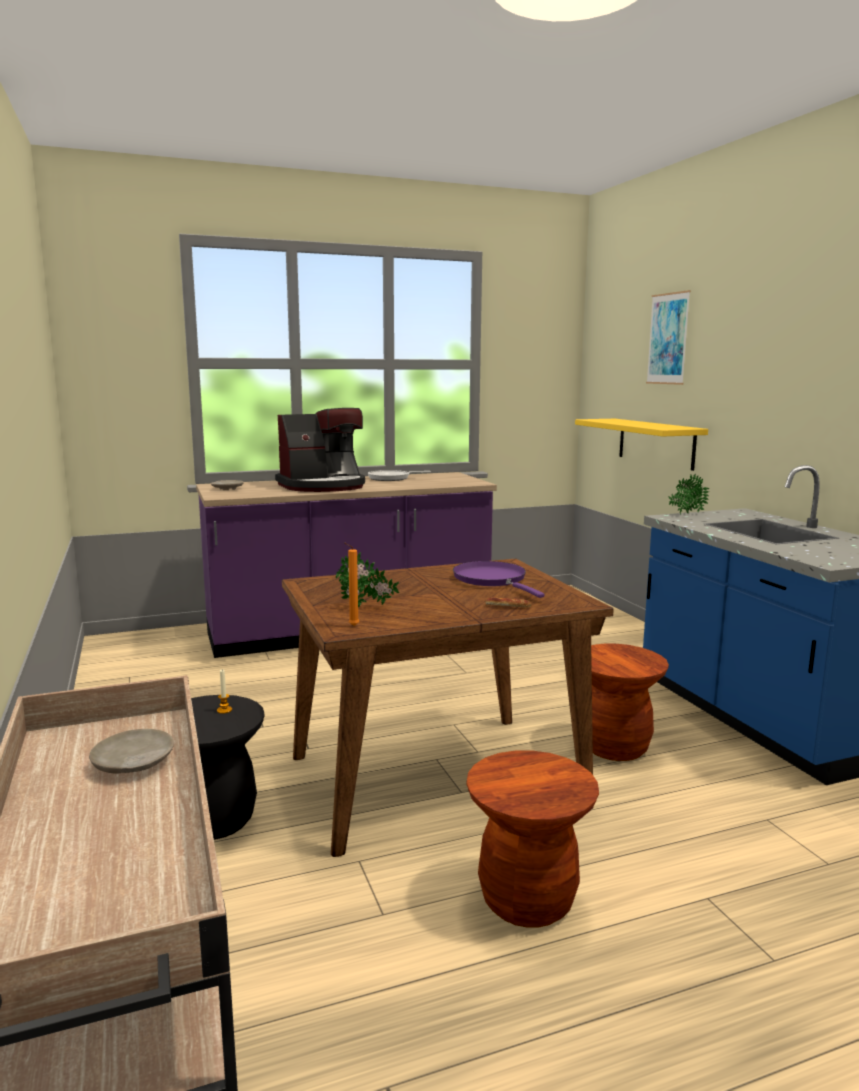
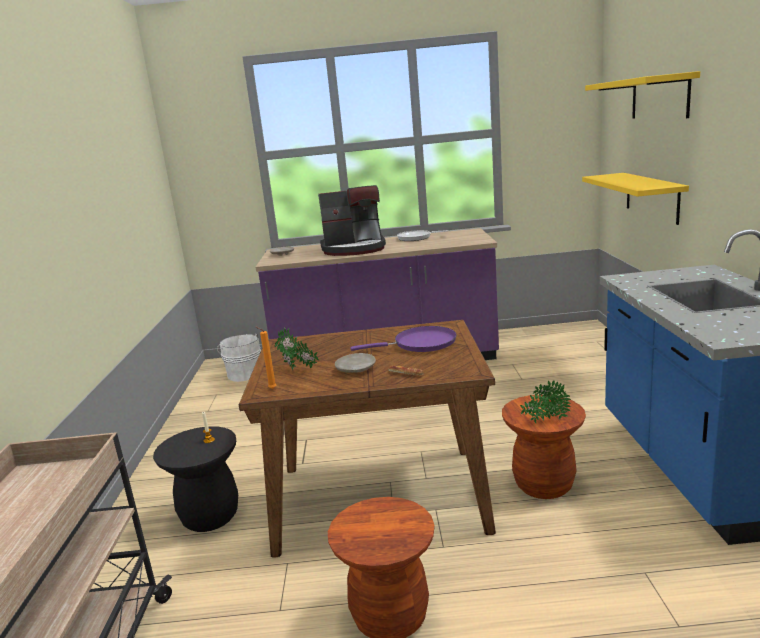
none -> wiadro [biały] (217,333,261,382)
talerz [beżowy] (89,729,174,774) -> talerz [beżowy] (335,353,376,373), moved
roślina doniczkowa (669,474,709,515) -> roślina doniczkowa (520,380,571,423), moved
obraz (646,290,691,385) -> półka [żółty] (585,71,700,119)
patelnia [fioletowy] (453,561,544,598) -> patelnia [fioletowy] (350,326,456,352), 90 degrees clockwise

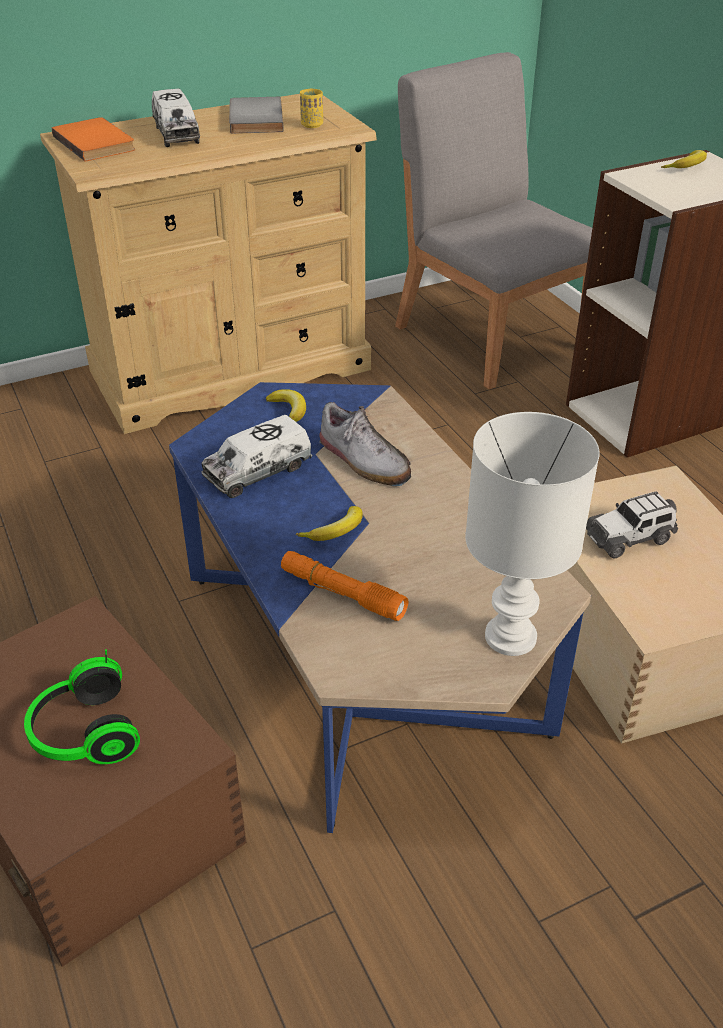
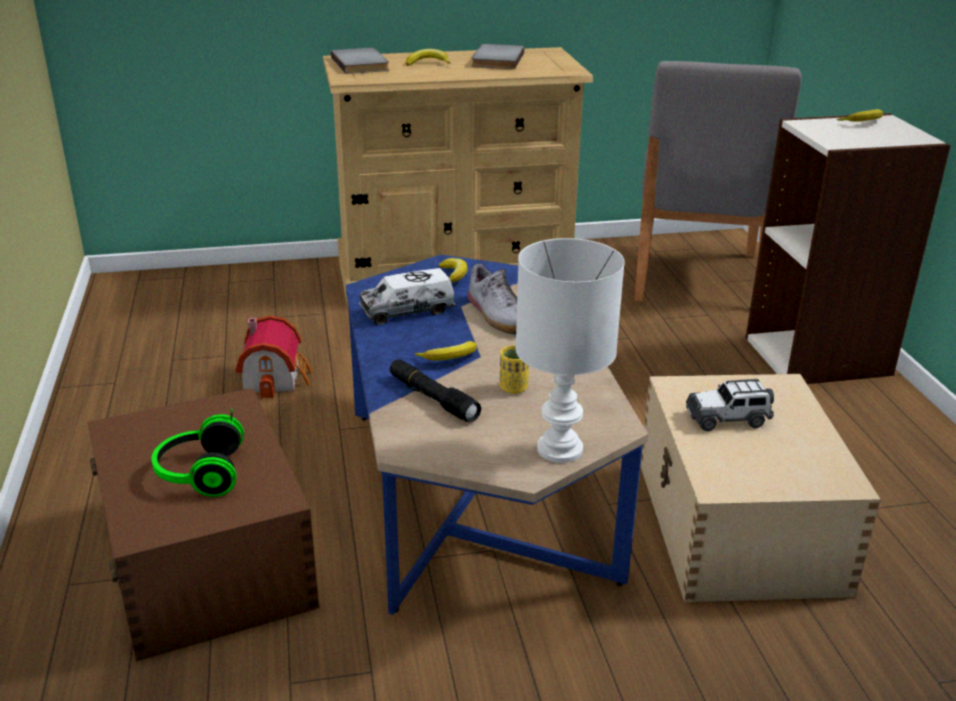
none -> domek (236,315,312,399)
filiżanka [żółty] (300,89,323,128) -> filiżanka [żółty] (500,346,529,394), moved
ciężarówka zabawkowa (152,89,200,147) -> banan (406,49,450,66)
książka [pomarańczowy] (52,117,135,161) -> książka [szary] (331,47,389,74)
latarka [pomarańczowy] (281,551,408,621) -> latarka [czarny] (390,359,481,423)
krzesło [szary] (395,52,592,390) -> krzesło [szary] (634,61,802,302), 150 degrees counterclockwise

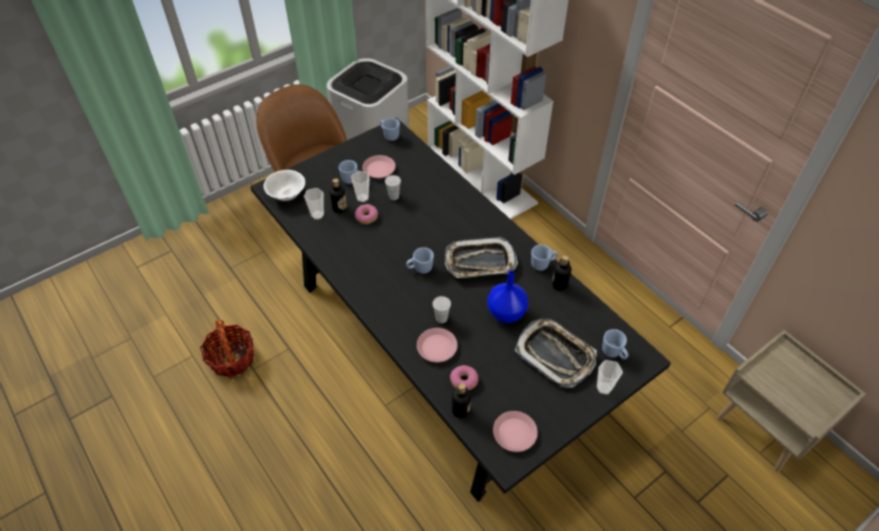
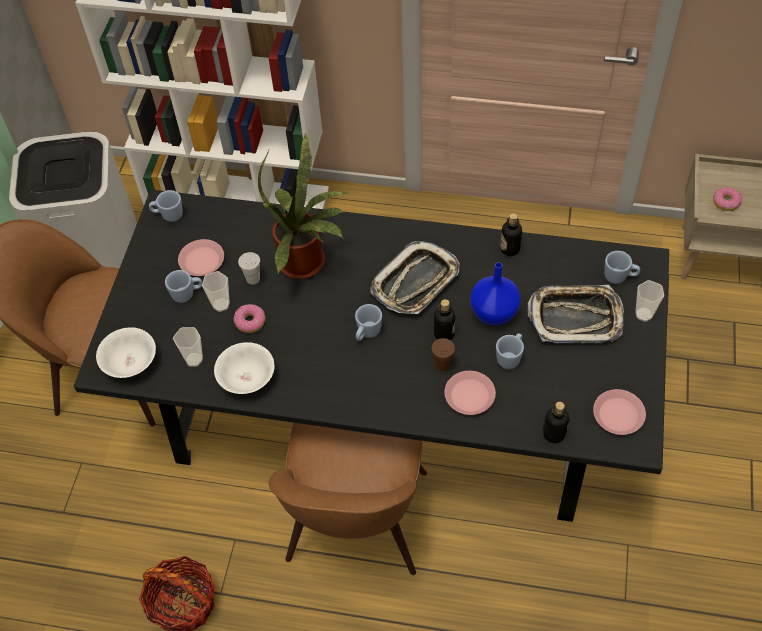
none -> miska [biały] (214,342,275,394)
none -> roślina doniczkowa (258,132,348,279)
none -> krzesło [brązowy] (268,423,427,575)
butelka (330,178,347,213) -> butelka (434,299,455,340), moved
donut (450,365,478,390) -> donut (713,187,742,211), moved
kubek [niebieski] (531,245,558,271) -> kubek [niebieski] (496,333,524,369), moved
filiżanka [biały] (432,296,451,323) -> filiżanka [brązowy] (431,338,455,371)

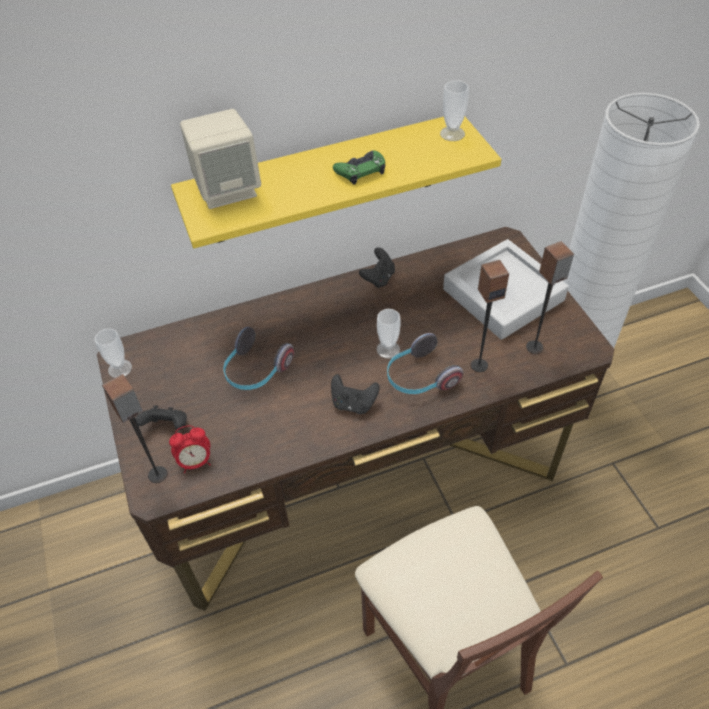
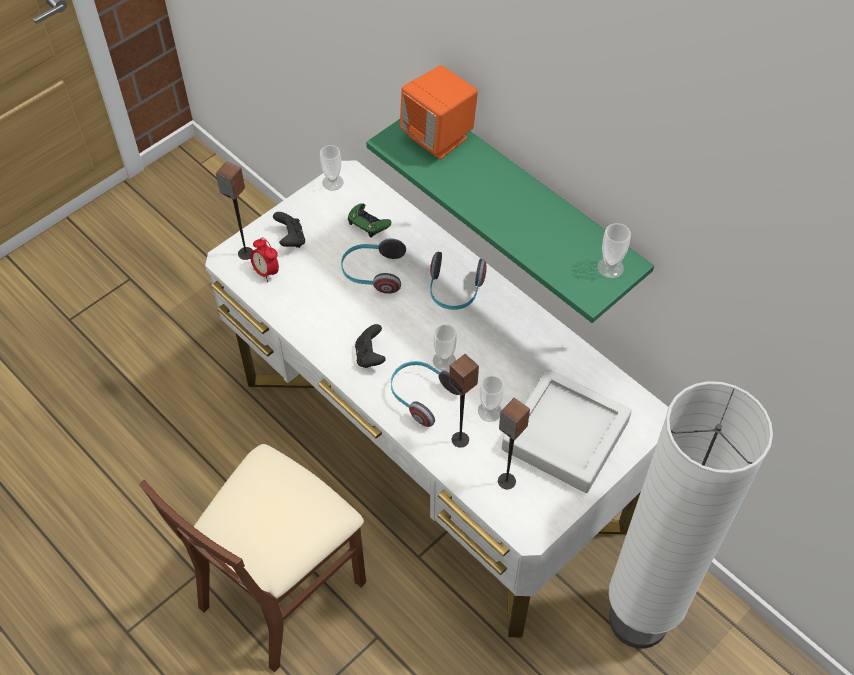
pad do gier [czarny] (359,247,395,288) -> none
none -> słuchawki (430,252,487,310)
none -> filiżanka (478,375,504,422)
pad do gier [zielony] (333,150,385,185) -> pad do gier [zielony] (348,203,391,237), moved
biurko [brązowy] (97,227,614,611) -> biurko [biały] (205,160,668,638)
półka [żółty] (171,116,501,248) -> półka [zielony] (366,119,654,323)
głośnik [beżowy] (180,109,261,209) -> głośnik [pomarańczowy] (400,65,478,159)

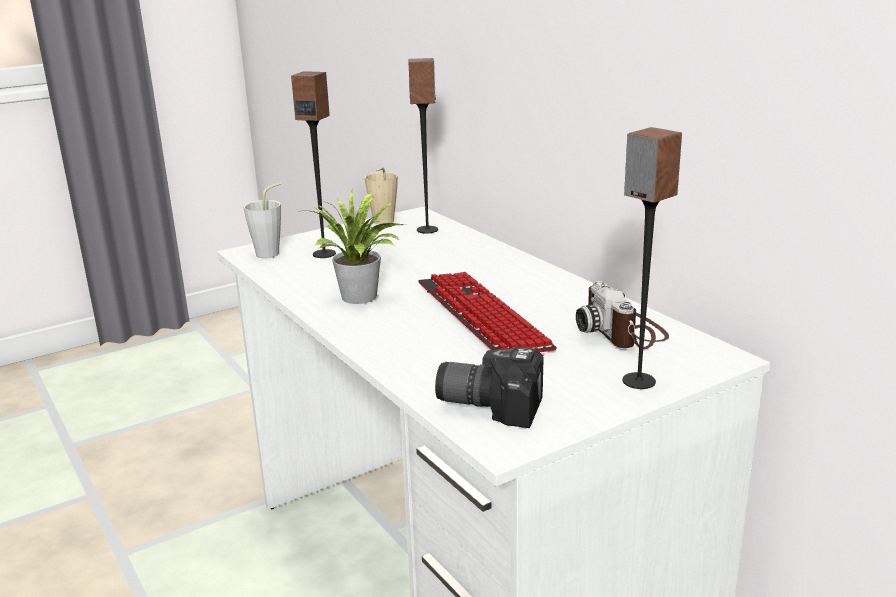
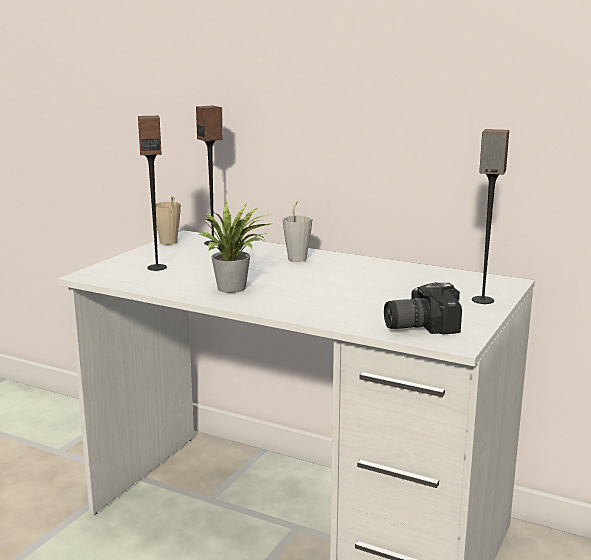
klawiatura (418,272,557,352) -> none
aparat fotograficzny (576,281,669,349) -> none
filiżanka [szary] (243,183,281,258) -> filiżanka [szary] (282,201,312,262), moved

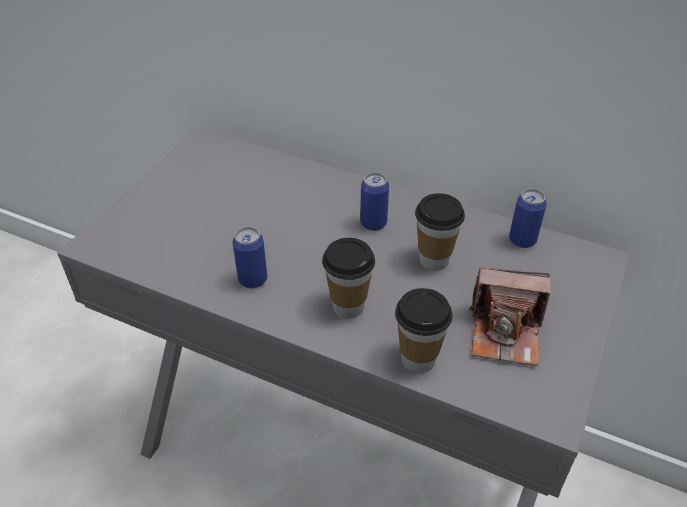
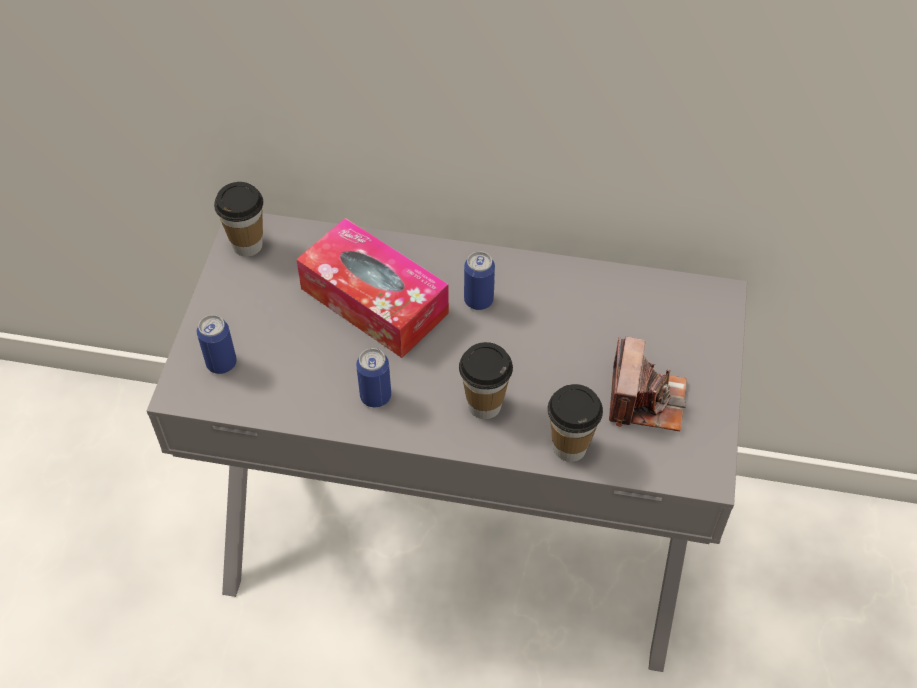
none -> pudełko chusteczek (296,218,449,358)
filiżanka (415,193,465,271) -> filiżanka (214,182,263,257), moved
puszka (509,188,547,248) -> puszka (197,315,237,374), moved
aparat fotograficzny (469,268,551,366) -> aparat fotograficzny (609,336,687,431), 75 degrees counterclockwise

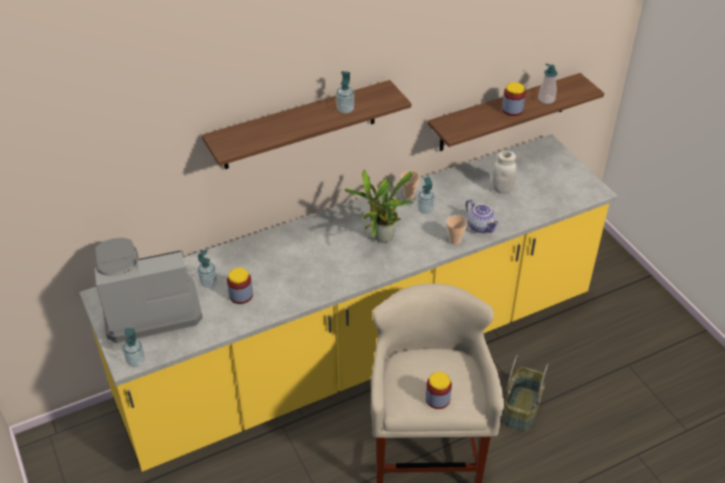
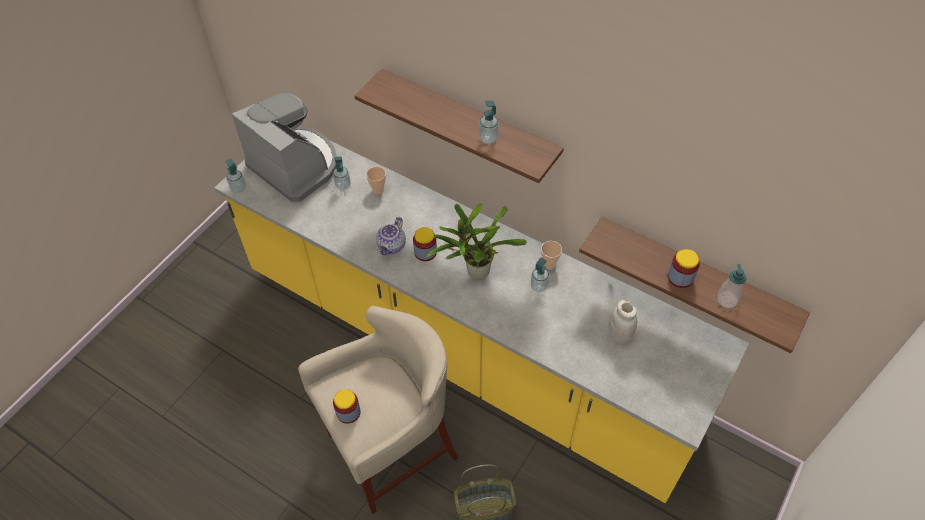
słoik (227,268,253,304) -> słoik (413,227,437,261), moved
filiżanka (447,215,467,245) -> filiżanka (366,167,386,195), moved
imbryk (466,200,499,233) -> imbryk (376,217,406,255), moved

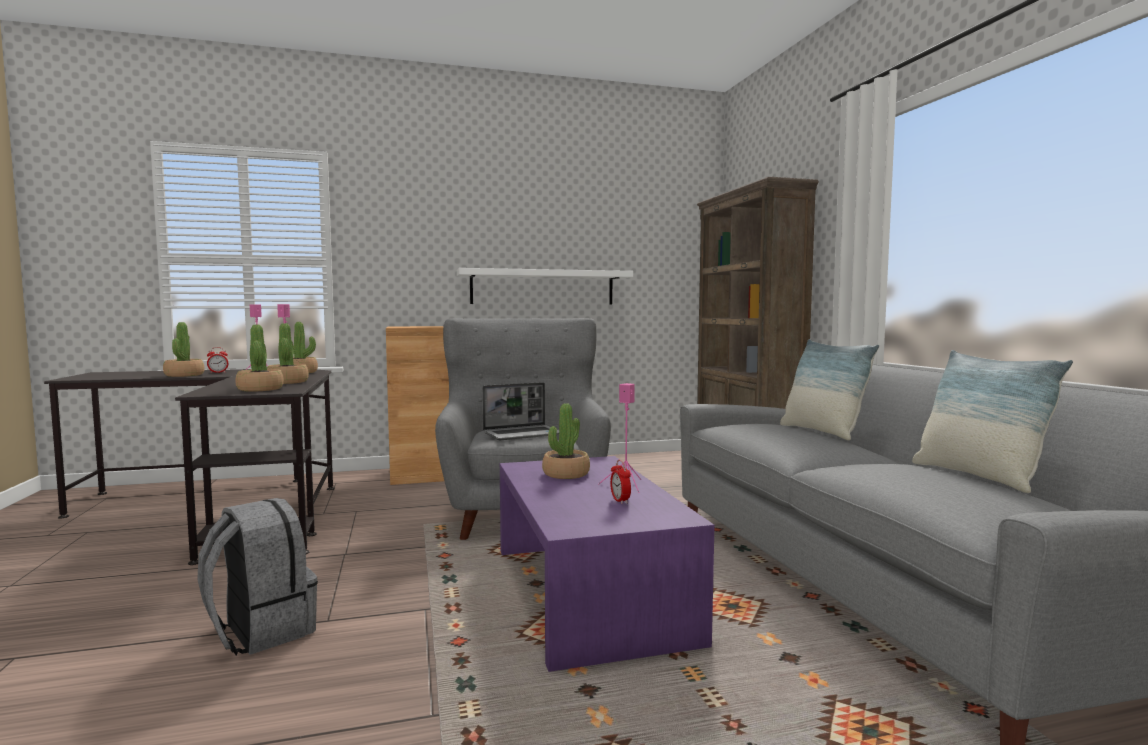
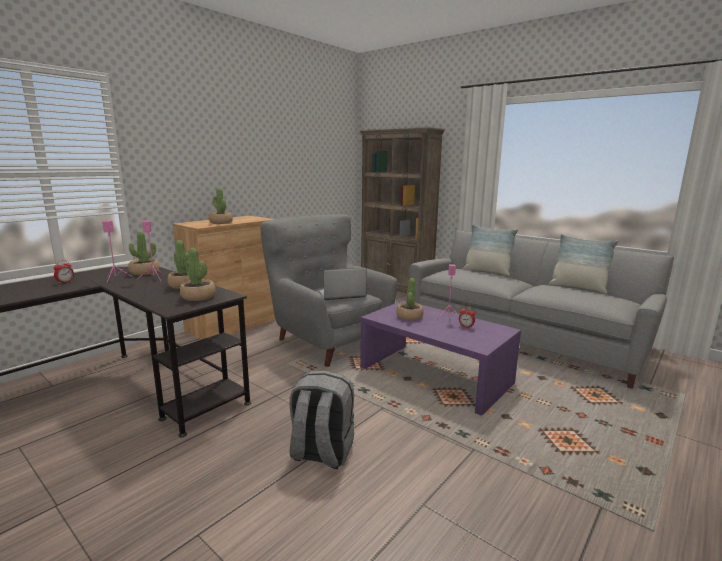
półka [biały] (457,268,633,305) -> none
roślina doniczkowa (163,322,205,377) -> roślina doniczkowa (209,188,233,224), moved
laptop (482,382,559,440) -> laptop (319,268,367,300), 135 degrees counterclockwise

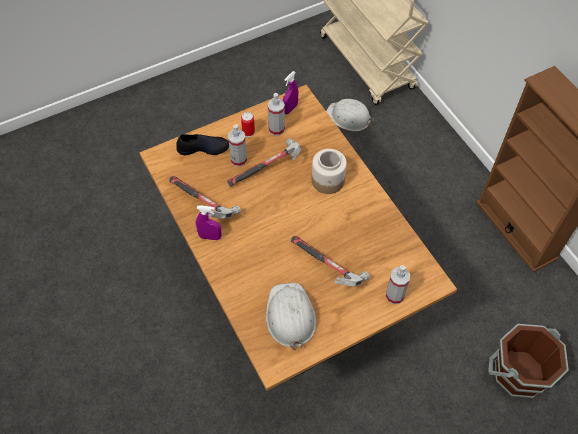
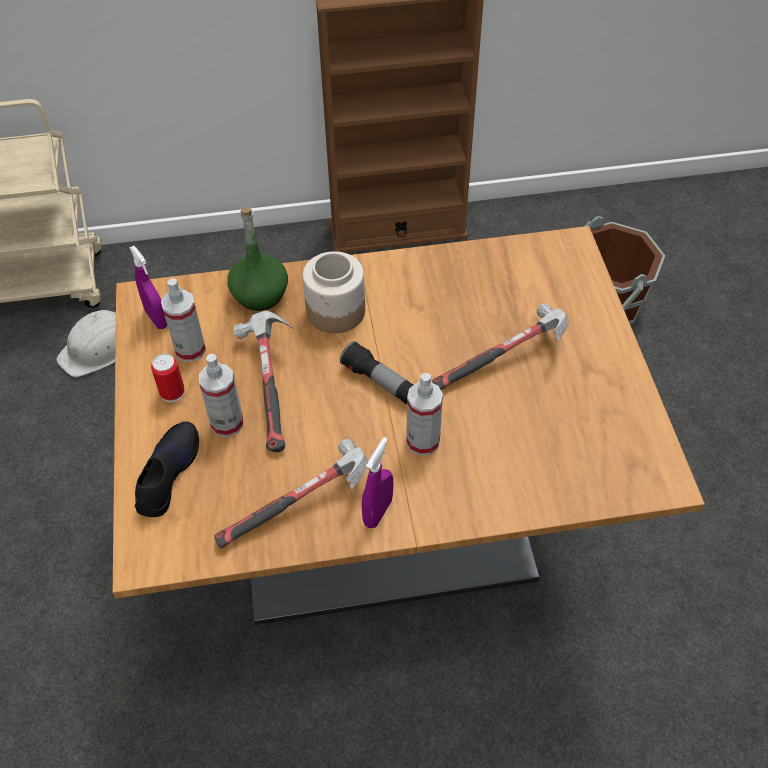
kask [biały] (266,283,316,350) -> none
none -> butelka [zielony] (227,207,288,311)
none -> latarka (340,341,414,404)
spryskiwacz (386,265,410,304) -> spryskiwacz (406,373,443,456), moved

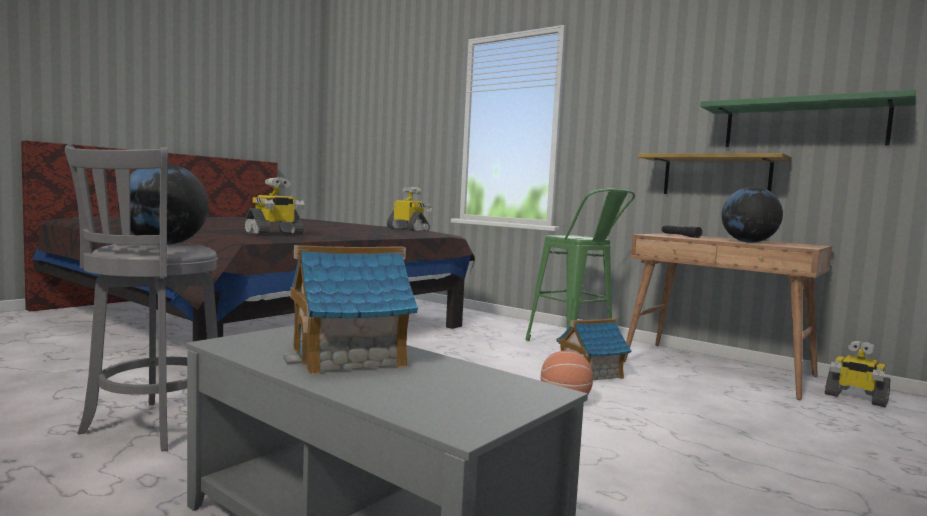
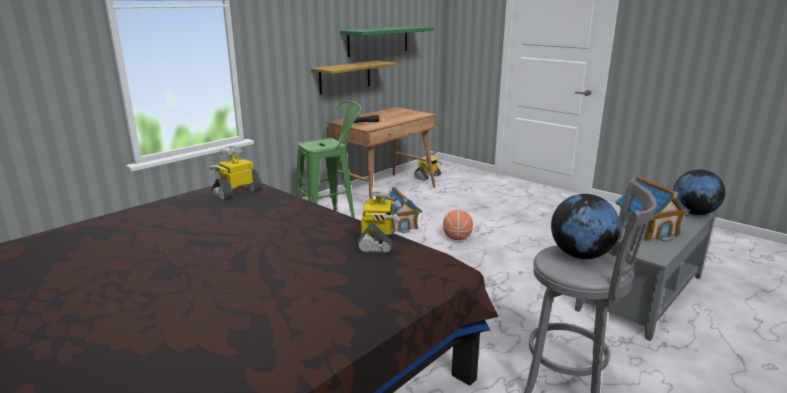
globus (721,187,783,243) -> globus (673,169,725,215), moved
robot zabawkowy (244,178,305,235) -> robot zabawkowy (357,185,401,254), 45 degrees clockwise

